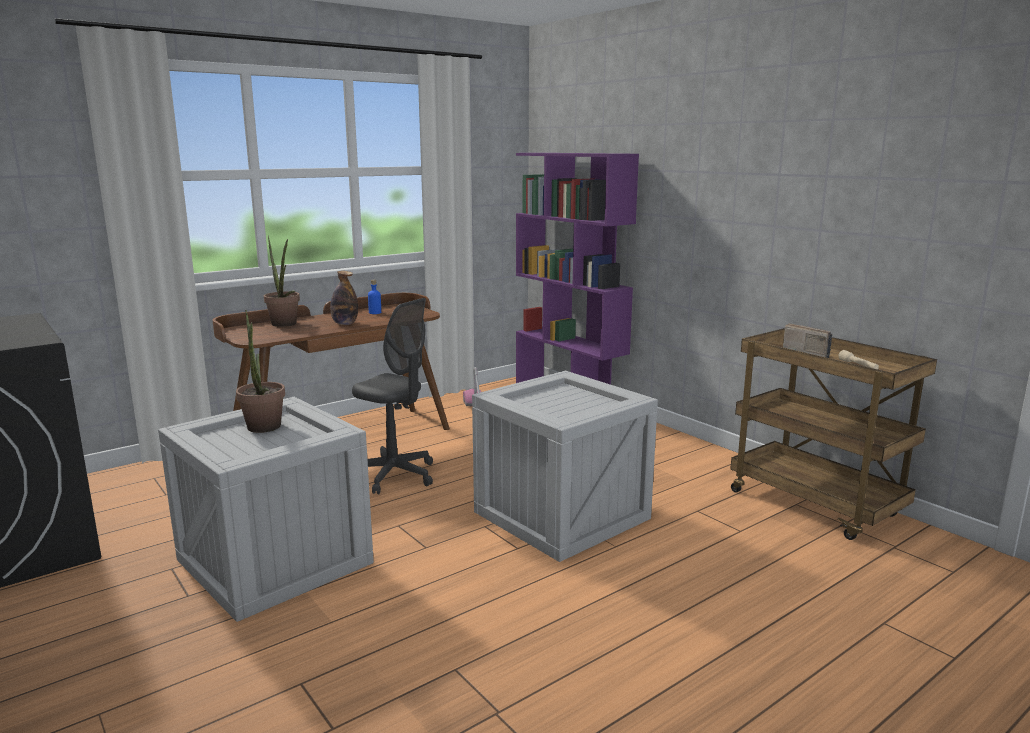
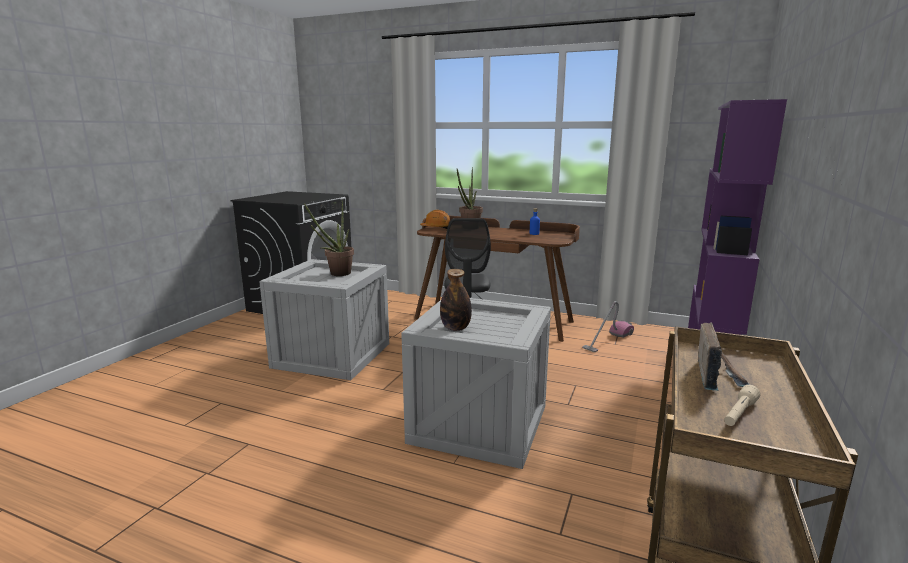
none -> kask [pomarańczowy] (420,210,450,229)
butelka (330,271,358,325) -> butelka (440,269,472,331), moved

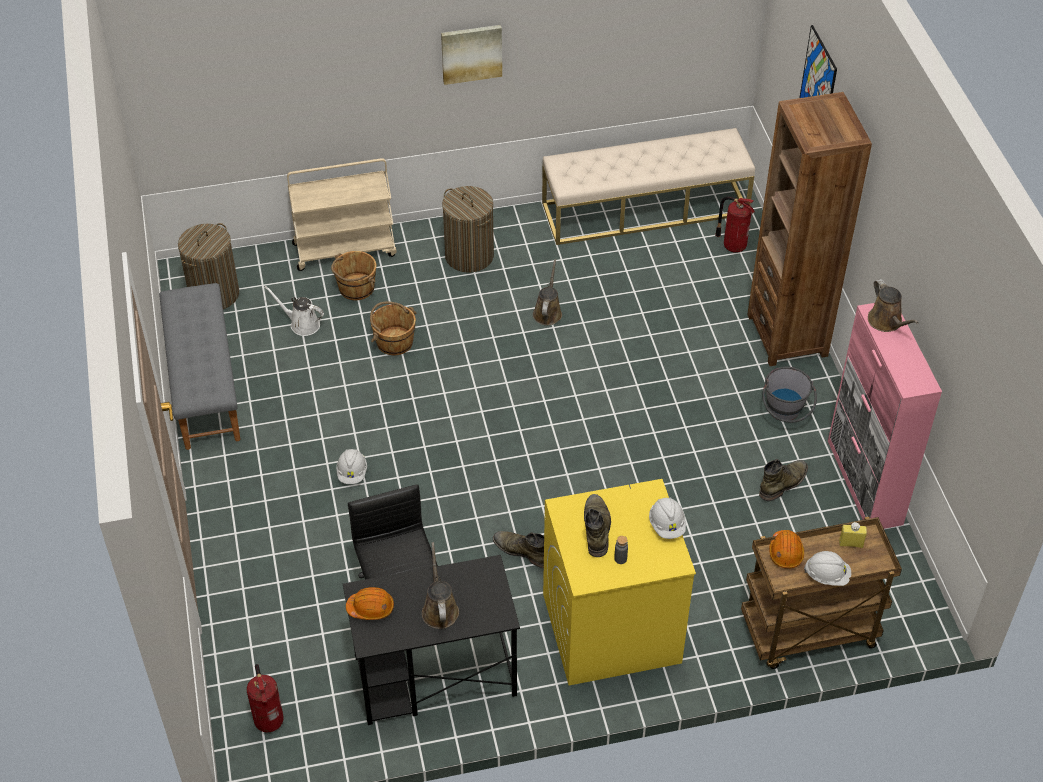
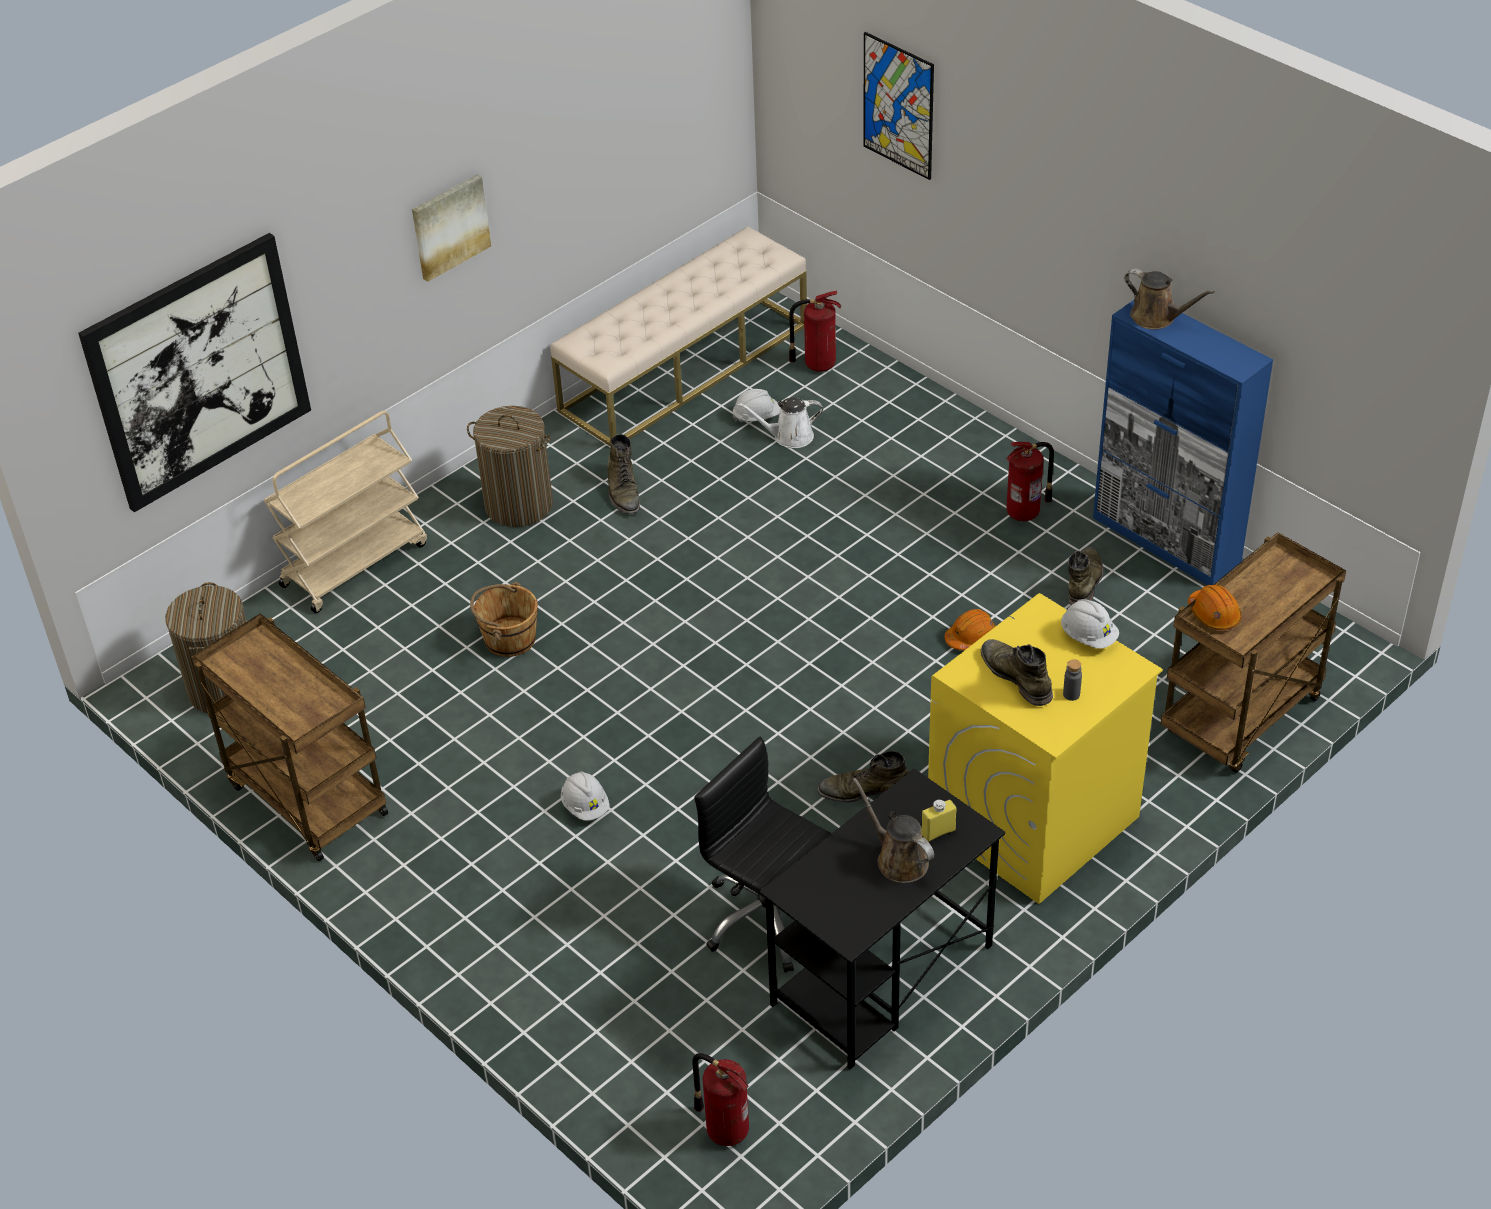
wiadro [brązowy] (331,251,376,300) -> none
konewka [brązowy] (533,259,562,325) -> none
regał [brązowy] (747,92,872,366) -> none
none -> obraz (78,233,311,512)
none -> but z cholewką [zielony] (607,434,640,514)
konewka [biały] (264,286,324,336) -> konewka [biały] (737,397,823,448), moved
kask [pomarańczowy] (346,587,394,620) -> kask [pomarańczowy] (944,609,996,650), moved
kask [biały] (804,551,851,586) -> kask [biały] (732,389,780,423), moved
butelka [żółty] (839,522,867,548) -> butelka [żółty] (921,799,957,842), moved
ławka [szary] (159,283,240,450) -> wózek [brązowy] (192,613,388,861)
wiadro [szary] (762,367,817,423) -> gaśnica (1006,442,1054,521)
szafka [różowy] (828,303,942,529) -> szafka [niebieski] (1093,300,1273,585)

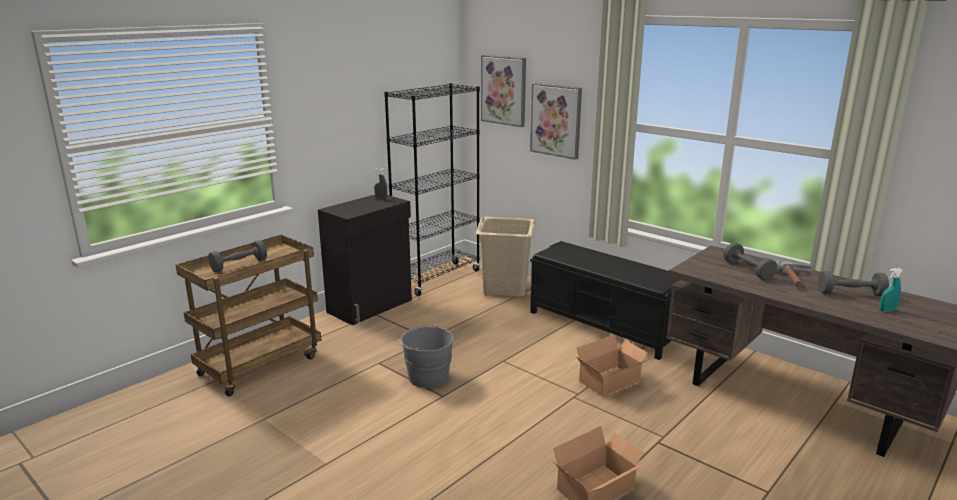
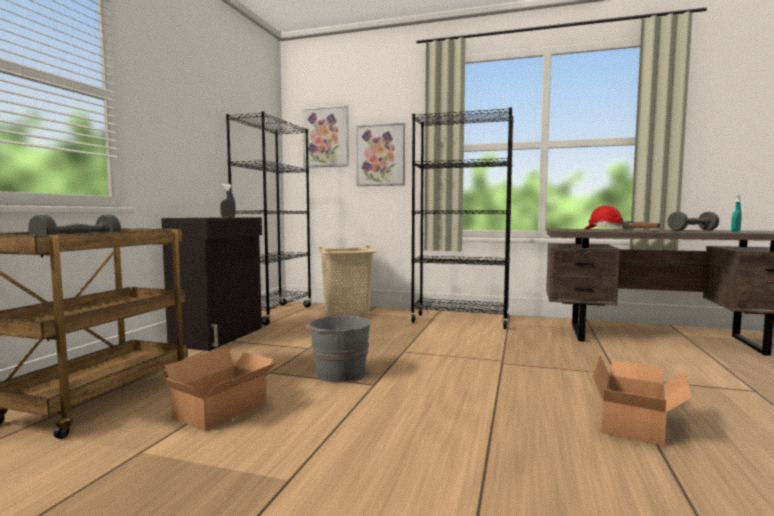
karton (577,335,651,397) -> karton (162,347,277,431), moved
ławka [czarny] (530,241,680,360) -> regał [czarny] (410,107,513,329)
hantel [szary] (724,242,777,280) -> kask [czerwony] (584,205,624,231)

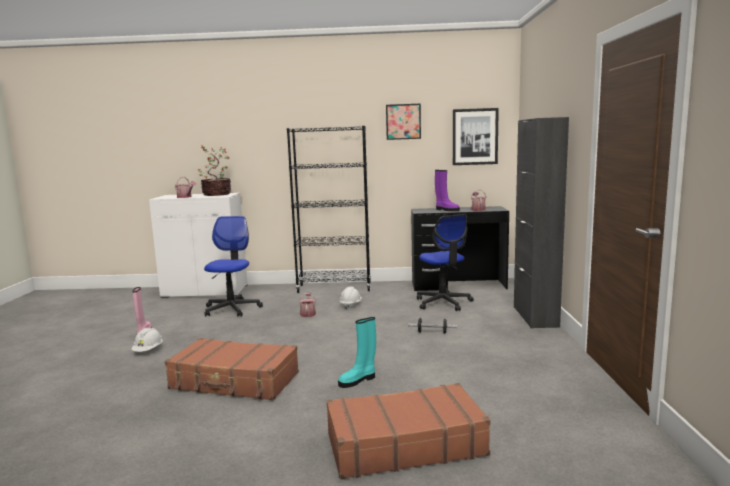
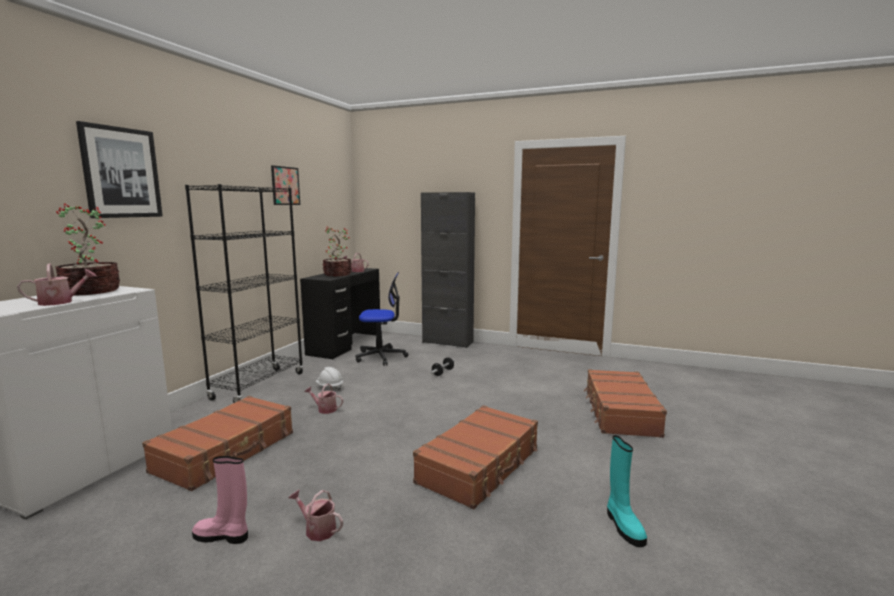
but z cholewką [turkusowy] (338,317,376,388) -> but z cholewką [turkusowy] (607,435,647,547), moved
obraz (453,108,499,165) -> obraz (76,121,163,218), moved
kask [biały] (131,328,163,352) -> konewka (289,489,343,541)
krzesło biurowe (204,216,263,317) -> walizka [brązowy] (142,396,293,491)
but z cholewką [fioletowy] (435,170,460,211) -> roślina doniczkowa (323,227,352,276)

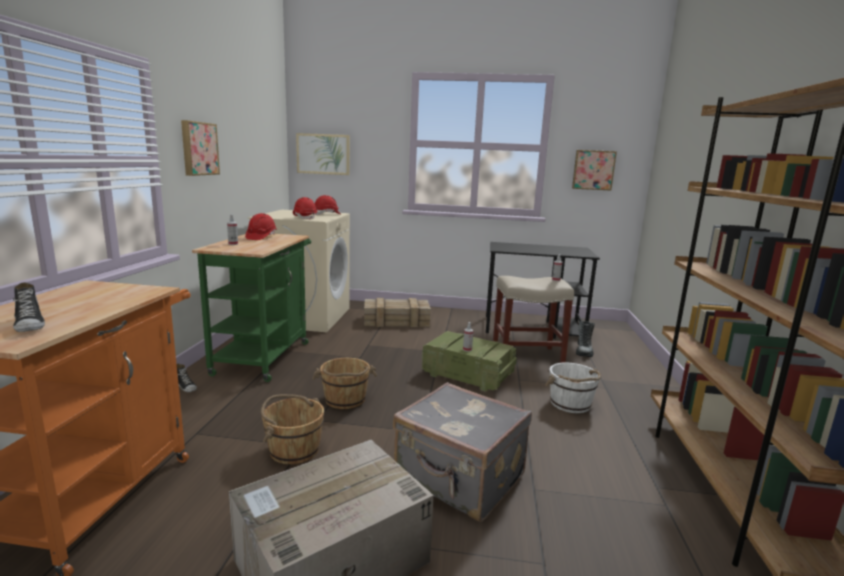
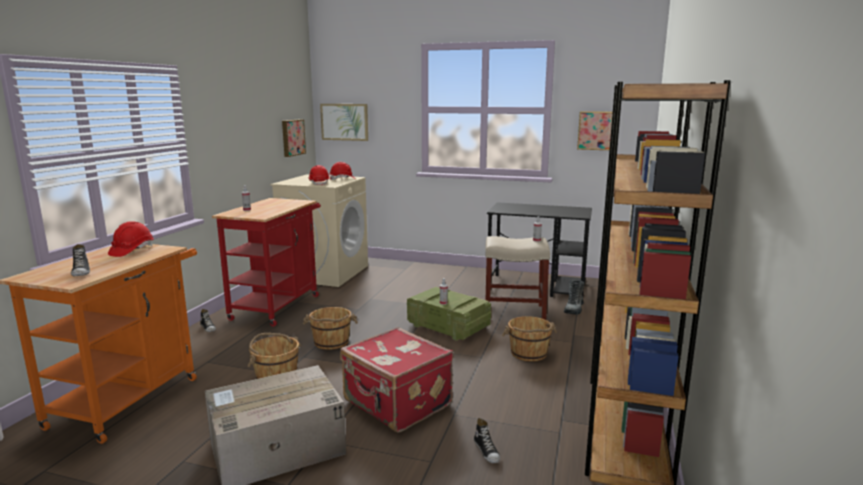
skrzynka (364,298,431,327) -> none
none -> but (474,418,500,463)
obraz (181,120,220,176) -> obraz (282,119,306,157), moved
kask [czerwony] (245,213,277,240) -> kask [czerwony] (108,221,154,257), moved
wózek [zielony] (192,234,311,382) -> wózek [czerwony] (212,198,321,327)
walizka [szary] (393,382,532,522) -> walizka [czerwony] (340,327,453,433)
wiadro [biały] (545,362,601,413) -> wiadro [brązowy] (502,316,557,362)

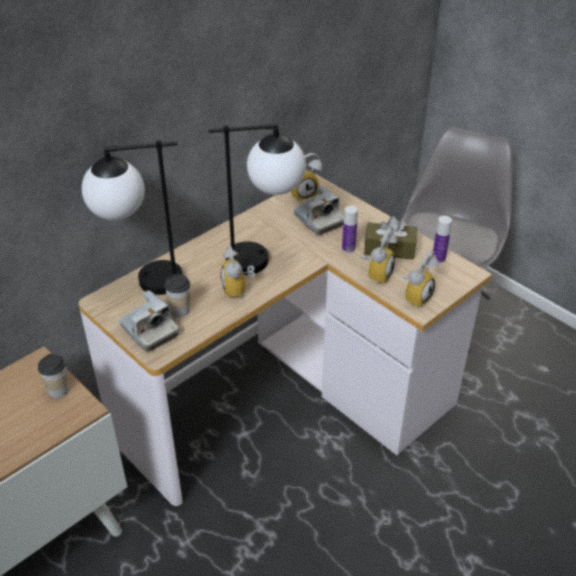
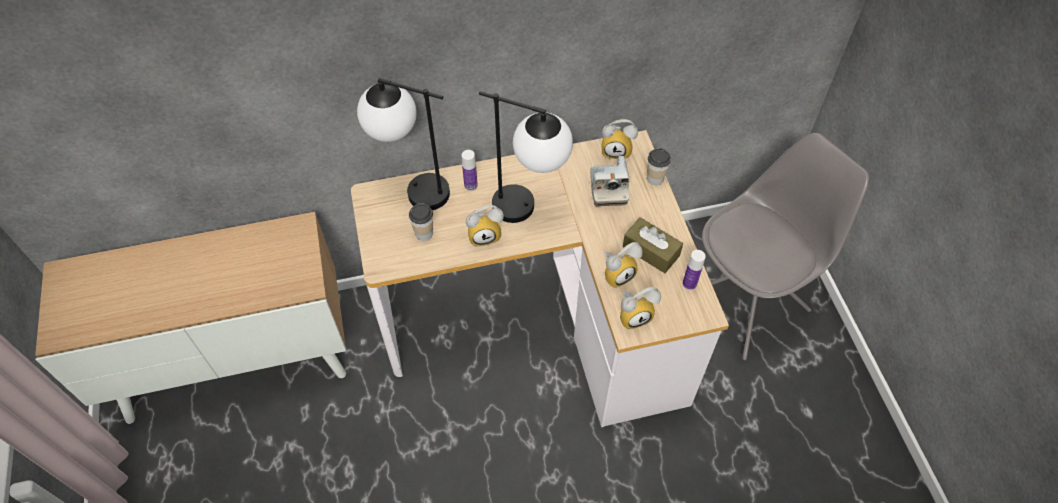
aparat fotograficzny (119,290,179,352) -> none
filiżanka (38,354,69,398) -> filiżanka (647,148,671,185), moved
butelka (342,206,358,253) -> butelka (462,150,478,191), moved
budzik (220,245,255,299) -> budzik (466,205,504,247), 120 degrees counterclockwise

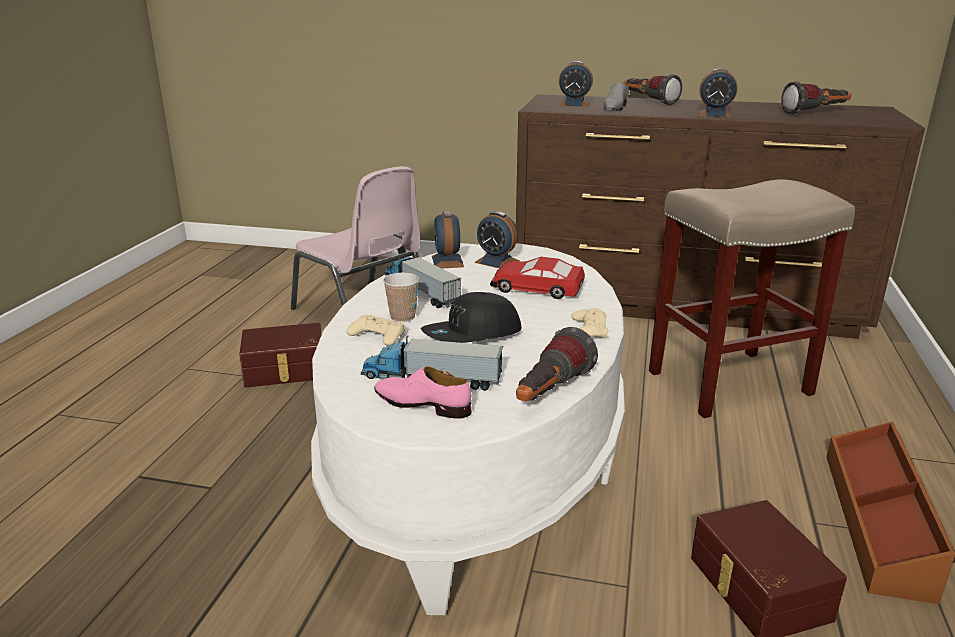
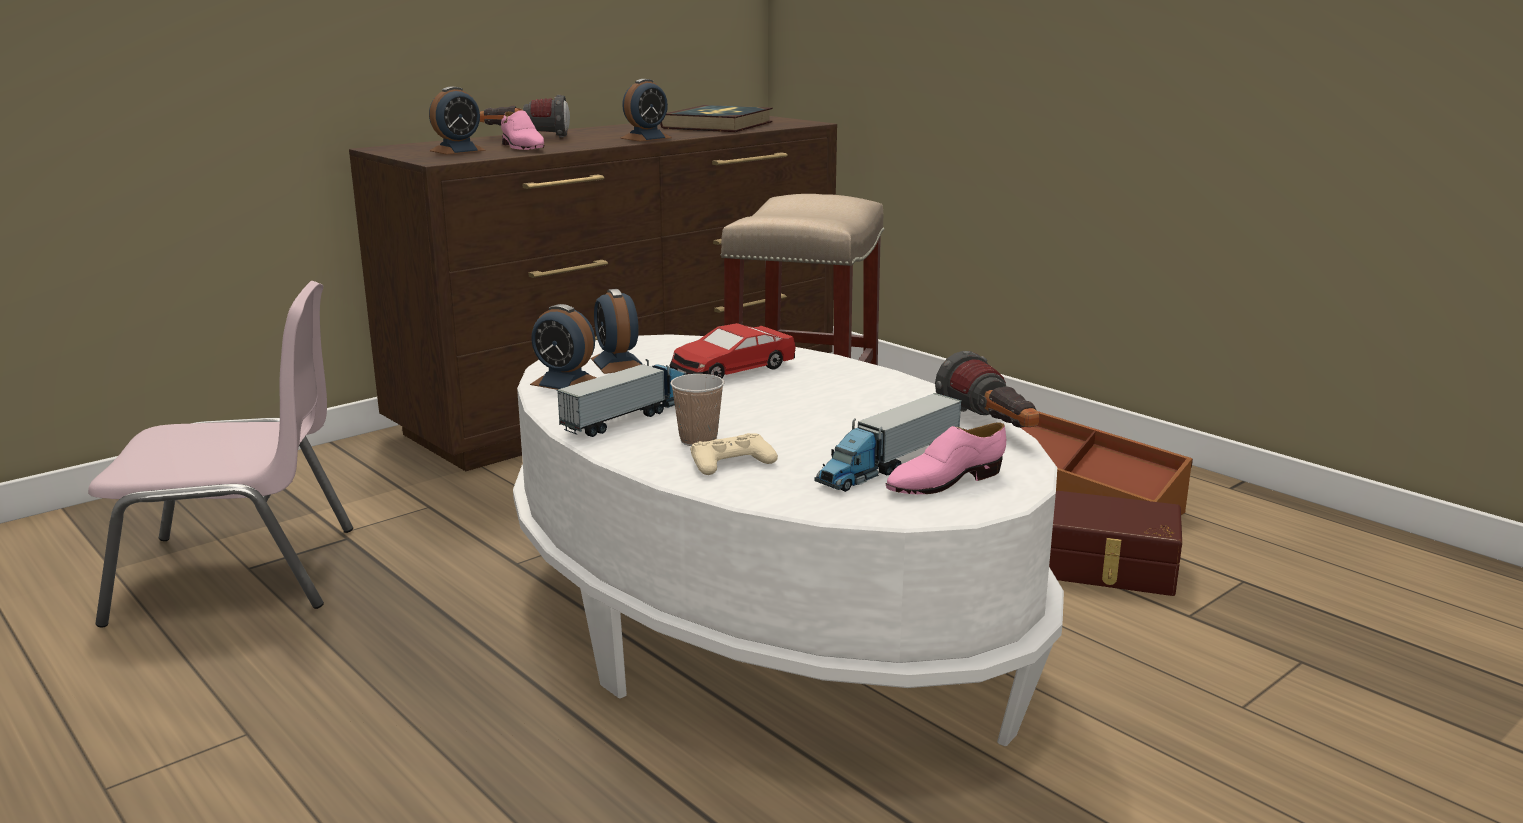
pojemnik do przechowywania [brązowy] (239,323,321,387) -> none
czapka z daszkiem [czarny] (421,292,522,343) -> none
pad do gier [beżowy] (571,308,608,339) -> none
latarka (781,81,851,115) -> książka (660,105,773,132)
but [szary] (603,82,629,111) -> but [różowy] (501,110,544,150)
ciężarówka zabawkowa (384,254,461,308) -> ciężarówka zabawkowa (557,359,686,437), 135 degrees clockwise
budzik (474,211,519,268) -> budzik (591,289,642,374), 90 degrees clockwise

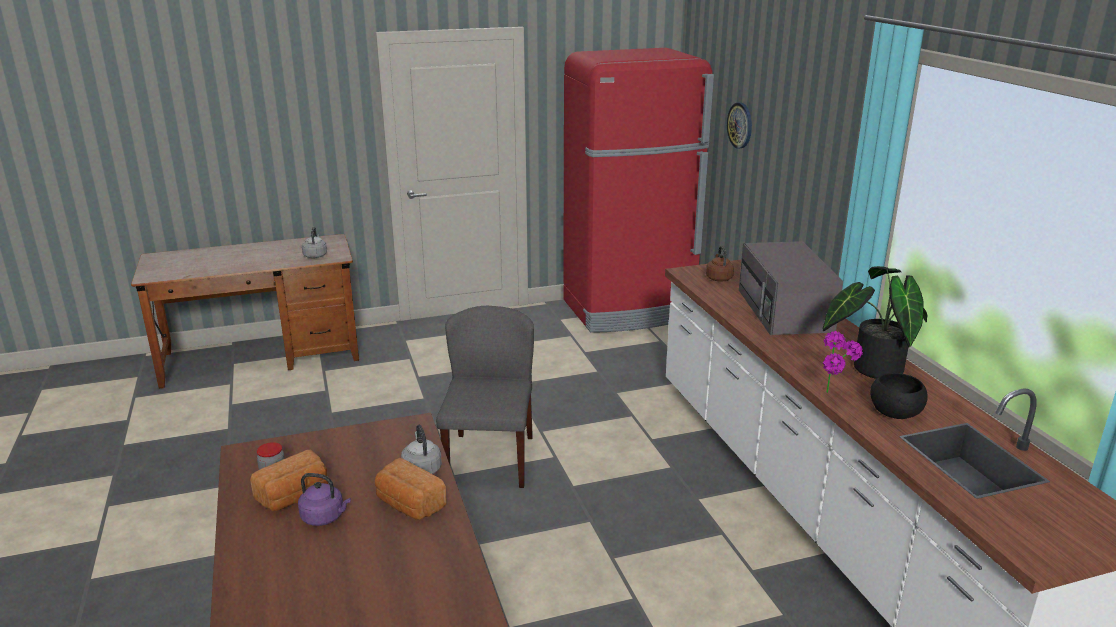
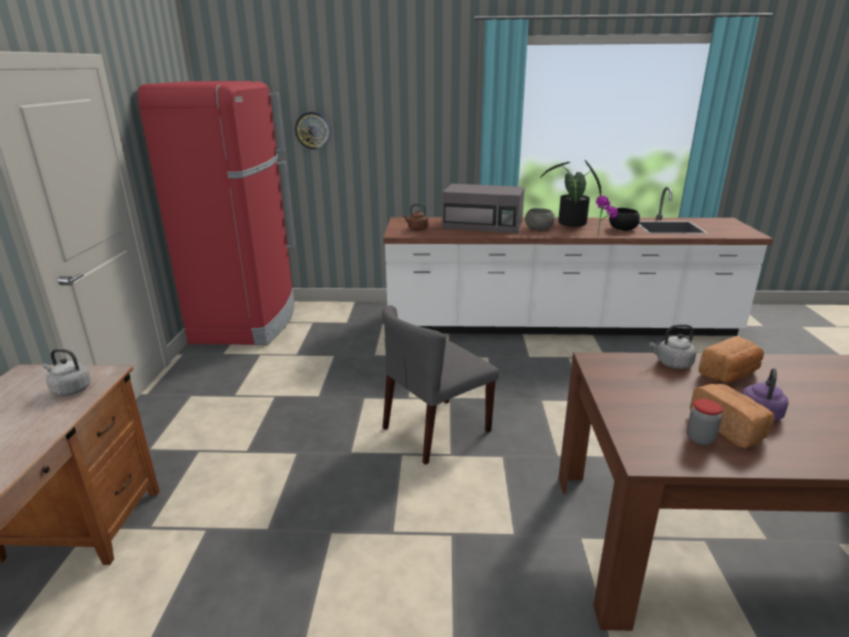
none -> miska [szary] (525,208,555,231)
krzesło [szary] (436,306,534,488) -> krzesło [szary] (382,305,499,465), 60 degrees counterclockwise

